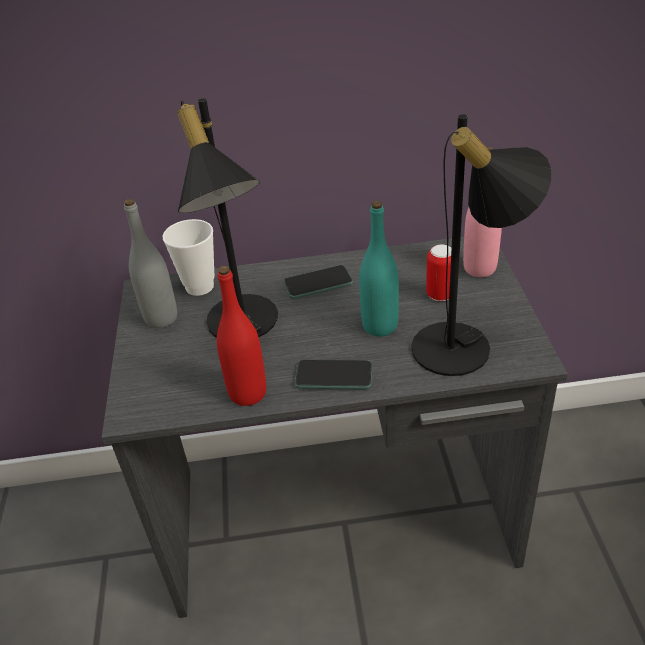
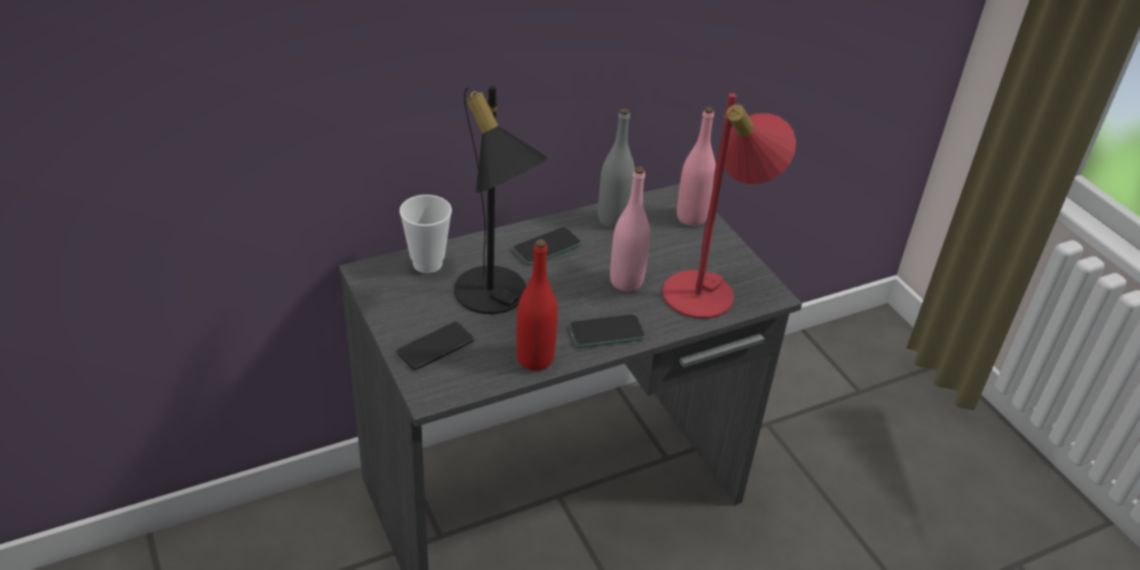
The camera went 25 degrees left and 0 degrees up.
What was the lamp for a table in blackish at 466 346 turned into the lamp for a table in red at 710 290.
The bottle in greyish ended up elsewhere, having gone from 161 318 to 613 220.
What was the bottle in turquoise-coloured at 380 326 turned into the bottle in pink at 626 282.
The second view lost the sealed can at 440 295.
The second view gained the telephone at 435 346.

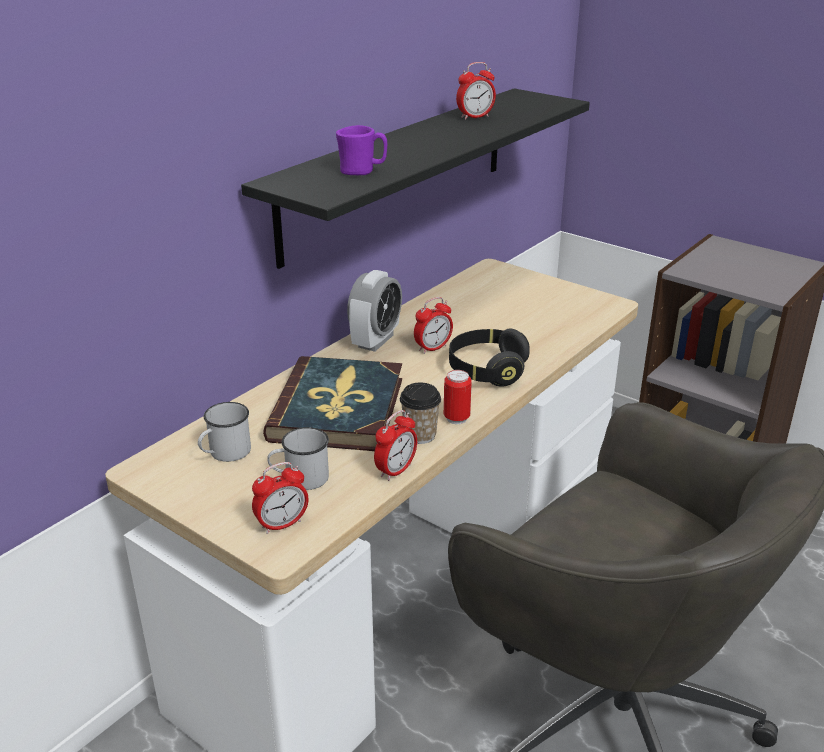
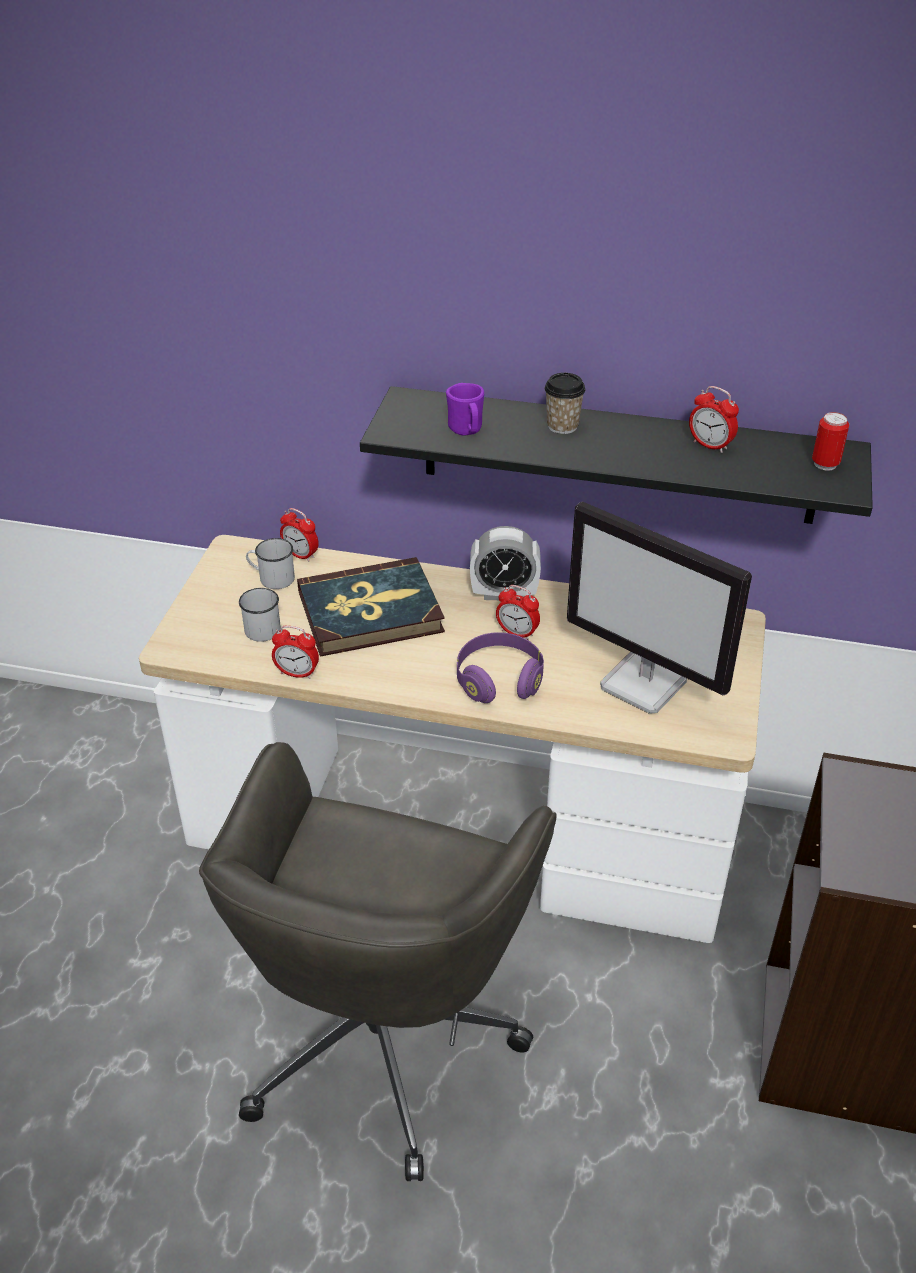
The camera went 65 degrees right and 10 degrees up.
What was the headset in blackish at 487 370 turned into the headset in purplish at 499 680.
The sealed can ended up elsewhere, having gone from 456 418 to 825 464.
The drinking cup ended up elsewhere, having gone from 420 435 to 562 426.
The table clock ended up elsewhere, having gone from 282 524 to 301 555.
The second view gained the computer screen at 645 684.

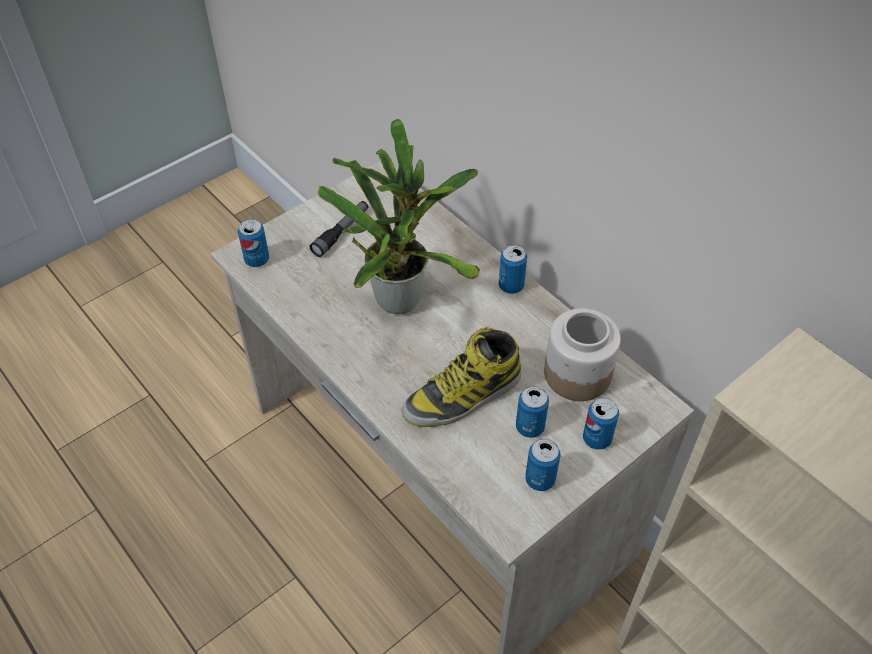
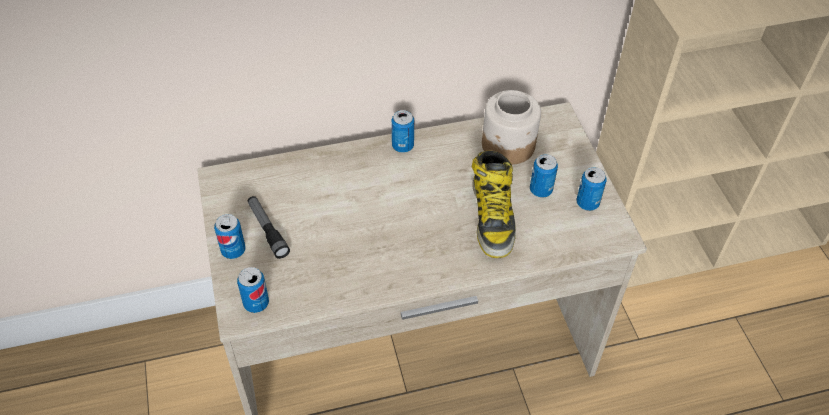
The camera went 65 degrees left and 0 degrees up.
The second view lost the plant in a pot at 400 294.
The sealed can ended up elsewhere, having gone from 597 438 to 233 250.

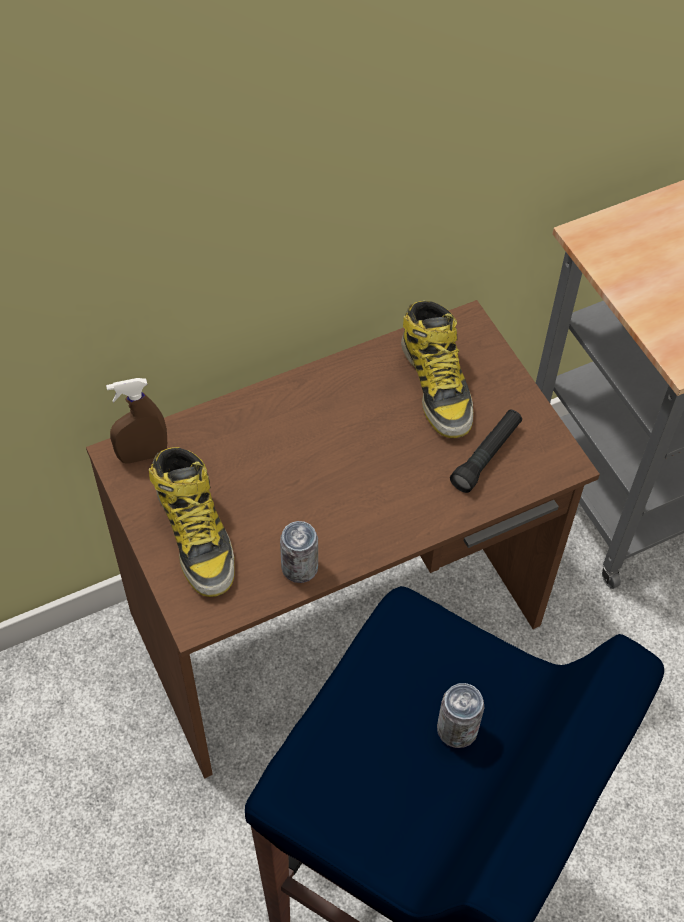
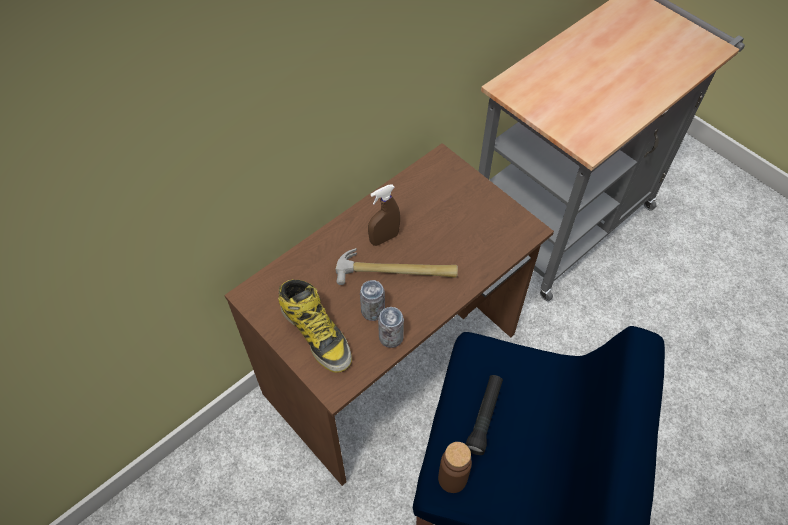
The camera went 15 degrees left and 0 degrees up.
The second view lost the high-top boot at 437 385.
The sprayer in brownish ended up elsewhere, having gone from 143 455 to 384 238.
The flashlight in blackish ended up elsewhere, having gone from 486 456 to 484 417.
The sealed can ended up elsewhere, having gone from 457 729 to 373 311.
The second view gained the tool hammer at 396 272.
The second view gained the bottle in brownish at 452 478.

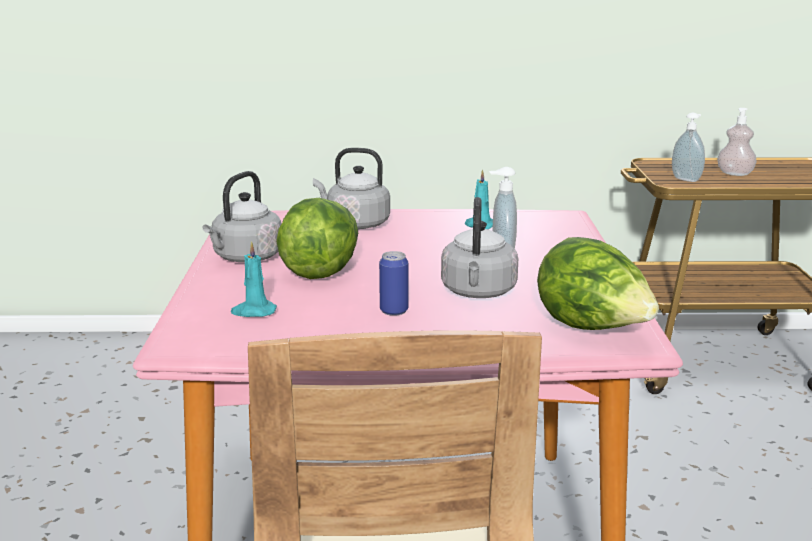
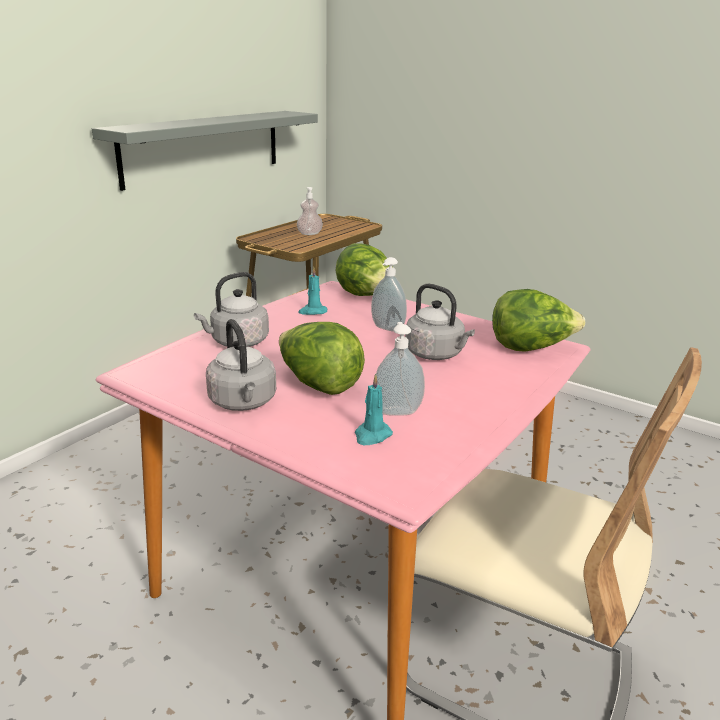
The camera went 55 degrees left and 5 degrees up.
The liquid soap bottle ended up elsewhere, having gone from 687 179 to 397 411.
The second view lost the sealed can at 394 311.
The second view gained the bracket shelf in greyish at 204 147.
The second view gained the lettuce at 366 296.

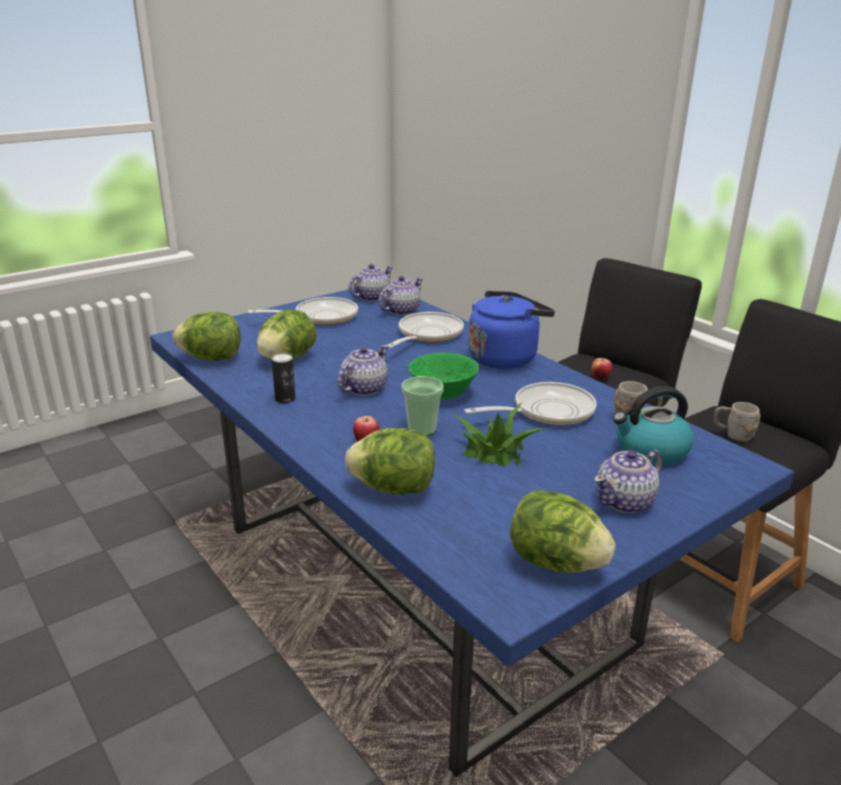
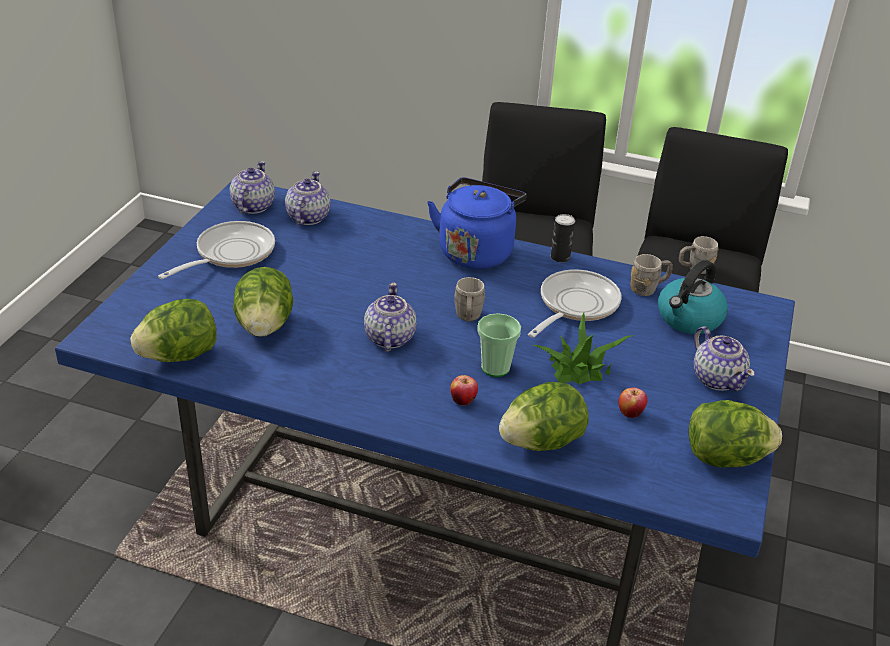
The camera went 35 degrees left and 10 degrees up.
The second view lost the pan at 427 335.
Where the bowl in green stood at 442 394, the coffee mug in greyish came to stand at 468 318.
The sealed can ended up elsewhere, having gone from 285 399 to 560 257.
The apple fruit ended up elsewhere, having gone from 600 377 to 630 413.
The teapot at 625 501 ended up facing another way, 45 degrees counterclockwise from before.

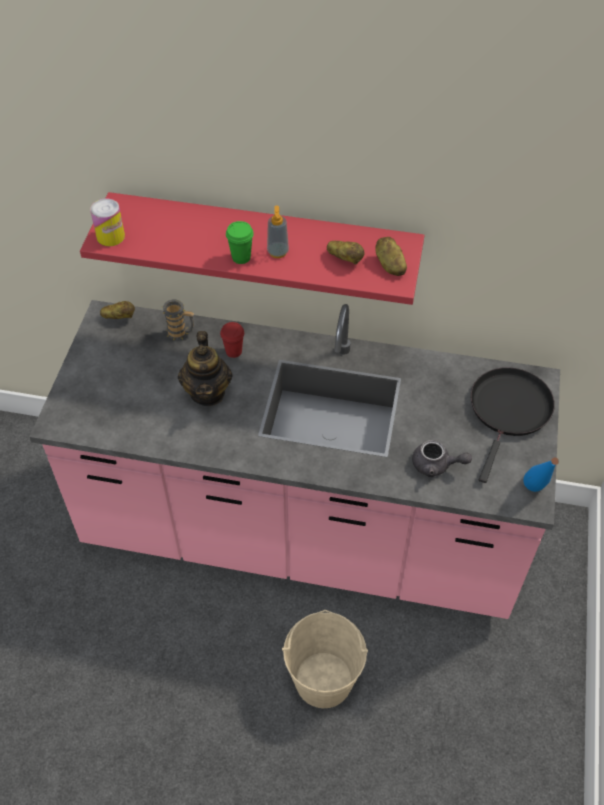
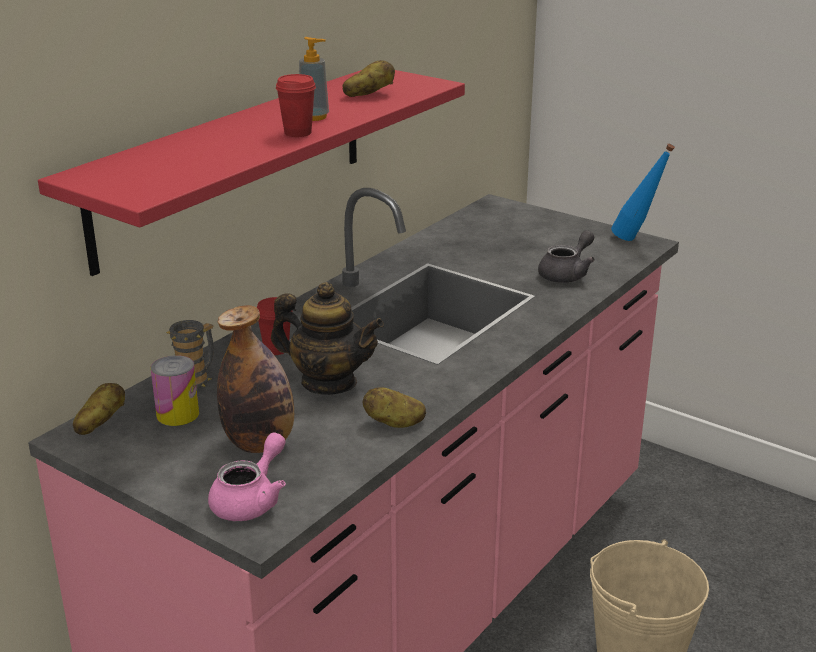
The camera went 65 degrees left and 25 degrees down.
The sealed can ended up elsewhere, having gone from 110 236 to 177 414.
What was the drinking cup in green at 241 257 turned into the drinking cup in red at 298 133.
The spud ended up elsewhere, having gone from 389 265 to 394 423.
The second view lost the pan in blackish at 509 411.
The second view gained the bottle at 260 443.
The second view gained the teapot in pink at 251 500.

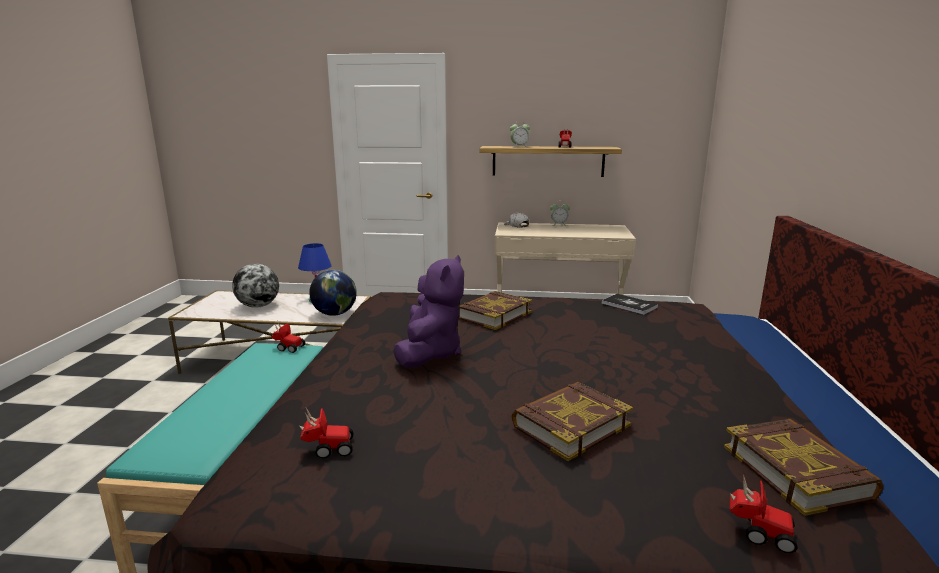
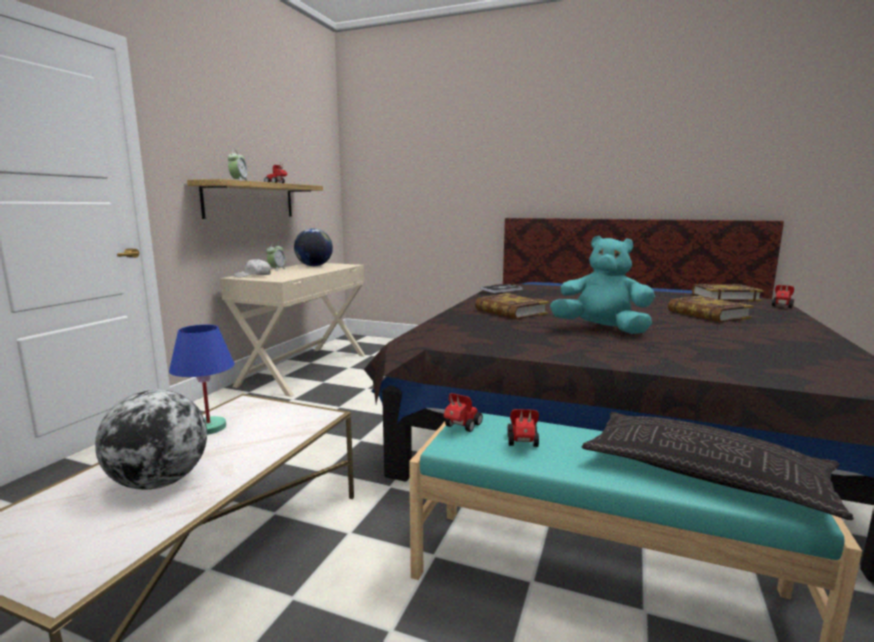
The camera went 75 degrees left and 5 degrees down.
What was the cuddly toy in purplish at 429 353 turned into the cuddly toy in turquoise-coloured at 601 329.
The world globe ended up elsewhere, having gone from 334 314 to 314 266.
The model car ended up elsewhere, having gone from 327 449 to 523 444.
The second view gained the throw pillow at 704 473.

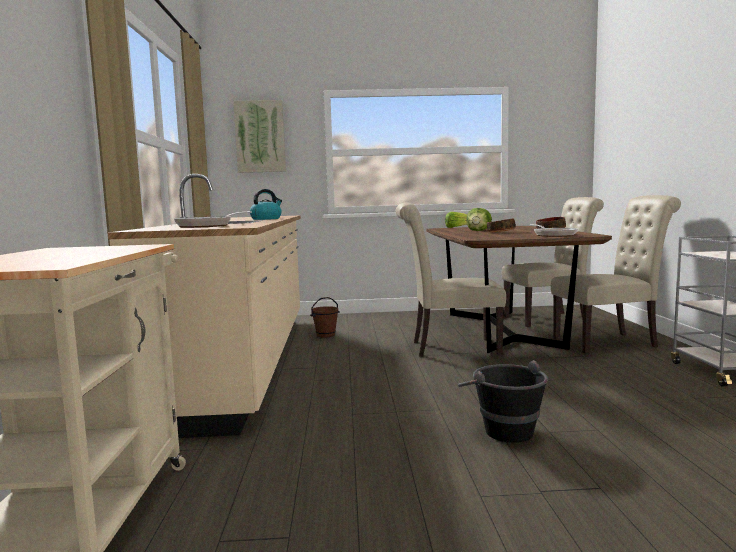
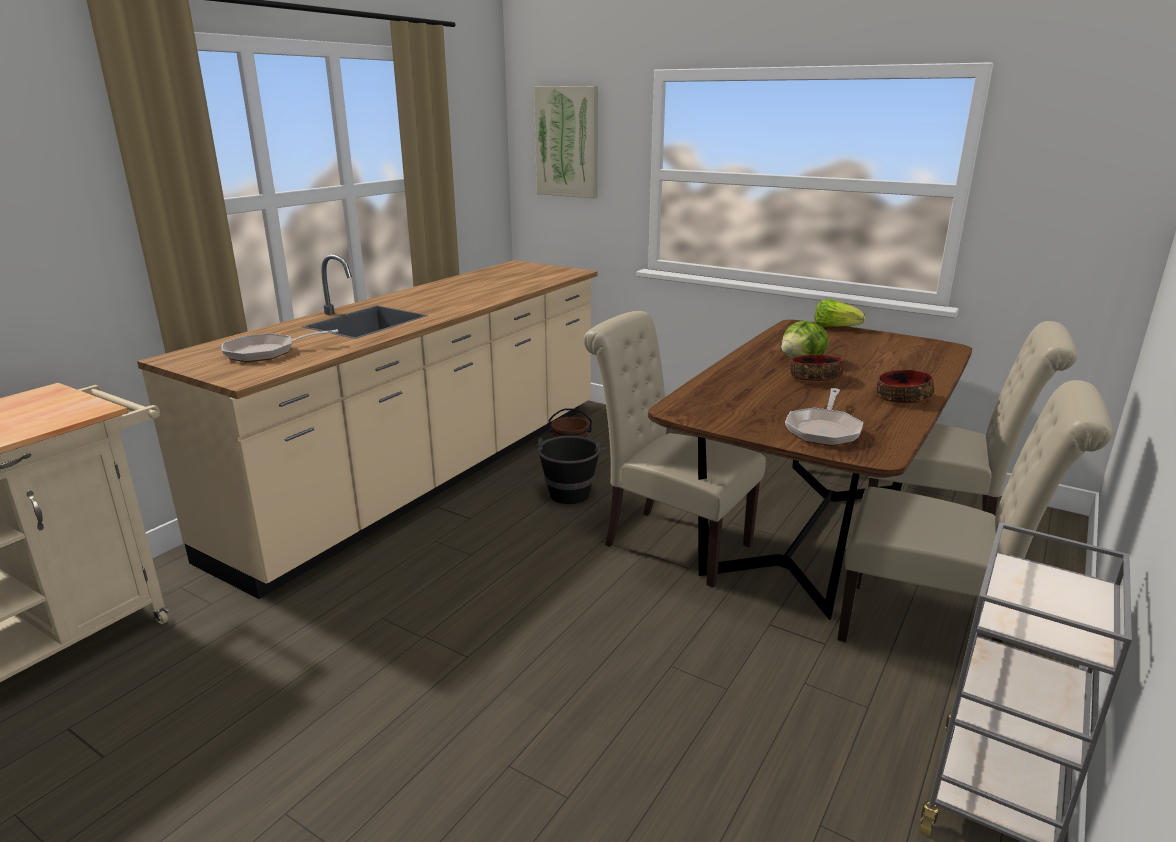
The camera went 35 degrees right and 15 degrees up.
The second view lost the water kettle at 266 219.
The pail in blackish ended up elsewhere, having gone from 501 428 to 570 490.

